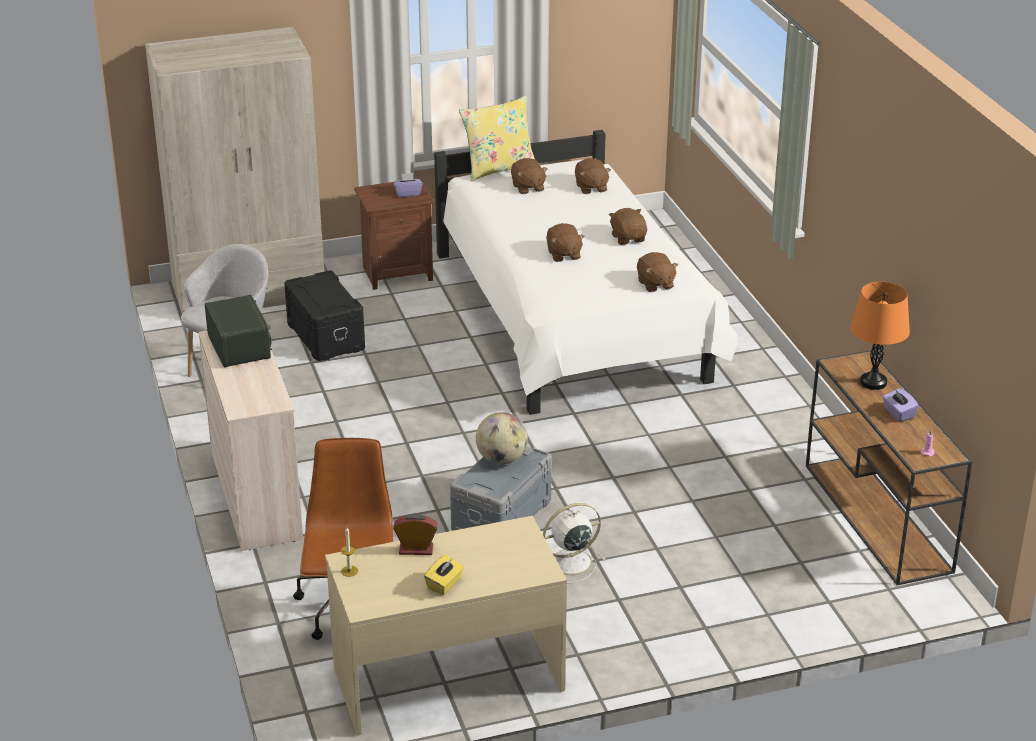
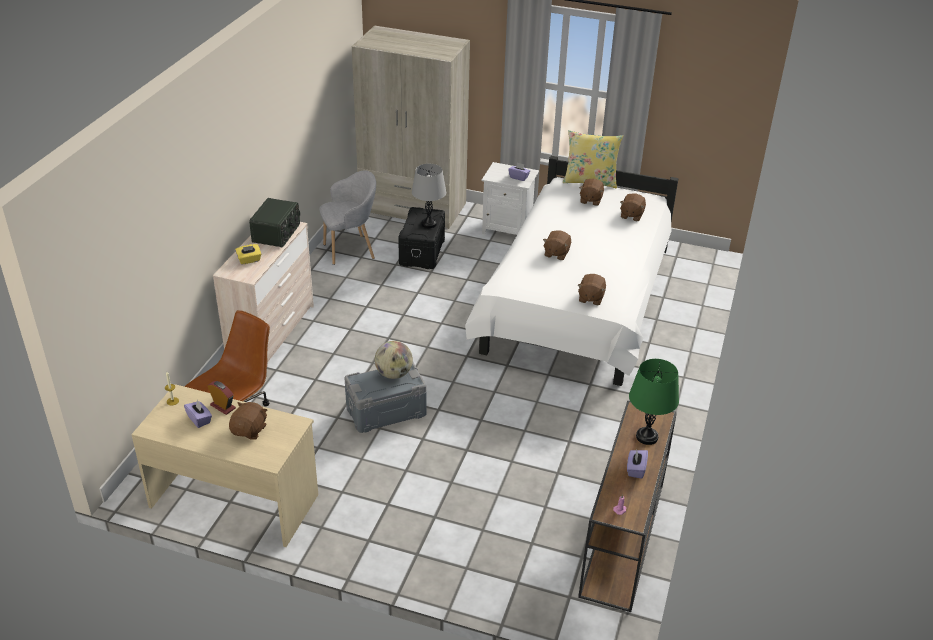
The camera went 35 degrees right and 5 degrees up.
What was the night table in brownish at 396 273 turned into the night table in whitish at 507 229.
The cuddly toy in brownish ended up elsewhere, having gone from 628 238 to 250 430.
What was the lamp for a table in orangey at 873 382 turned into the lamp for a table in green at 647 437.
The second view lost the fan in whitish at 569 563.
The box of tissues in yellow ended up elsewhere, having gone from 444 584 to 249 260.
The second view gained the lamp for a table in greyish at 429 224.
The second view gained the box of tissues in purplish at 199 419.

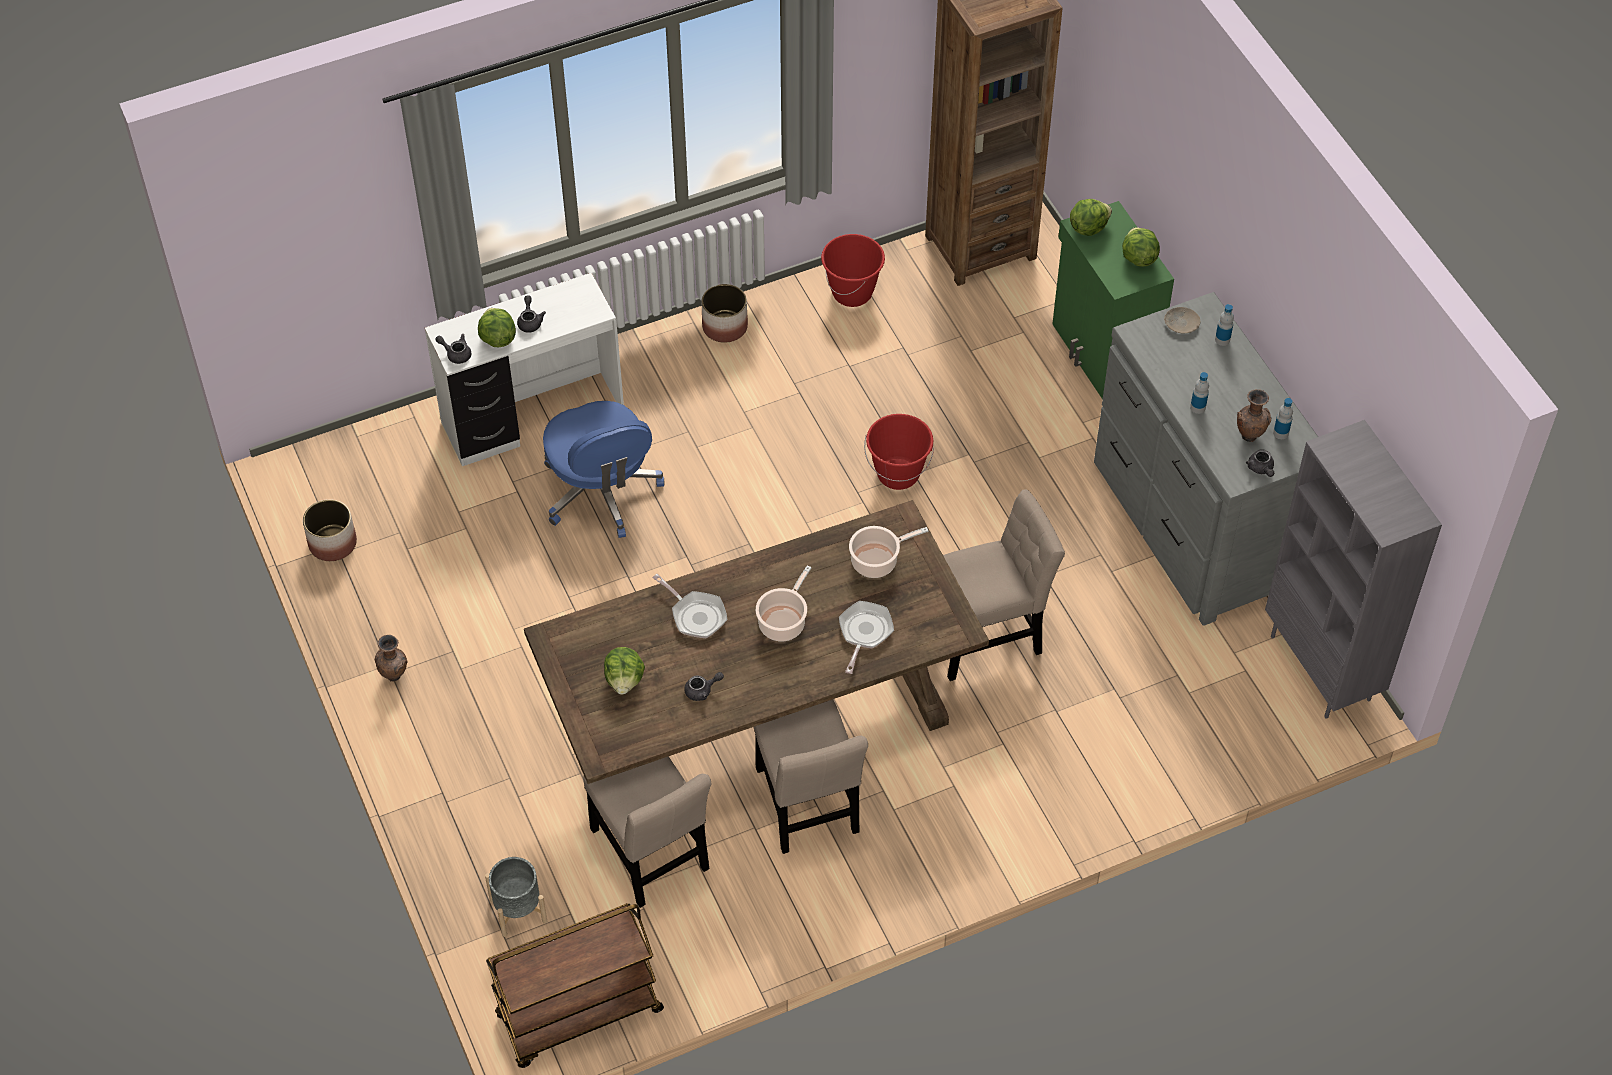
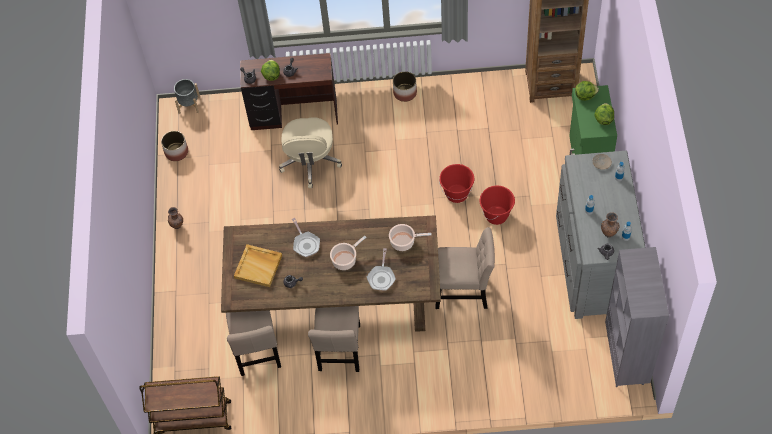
The camera went 25 degrees right and 5 degrees up.
The pail in red ended up elsewhere, having gone from 852 292 to 496 215.
What was the desk unit in whitish at 534 419 turned into the desk unit in brownish at 294 115.
What was the computer chair in bluish at 602 492 turned into the computer chair in sand-coloured at 310 162.
The pan at 864 633 ended up facing another way, 150 degrees clockwise from before.
Where the lettuce stood at 625 680, the serving tray in sand-coloured came to stand at 259 266.
The flower pot in greyish ended up elsewhere, having gone from 518 910 to 189 105.

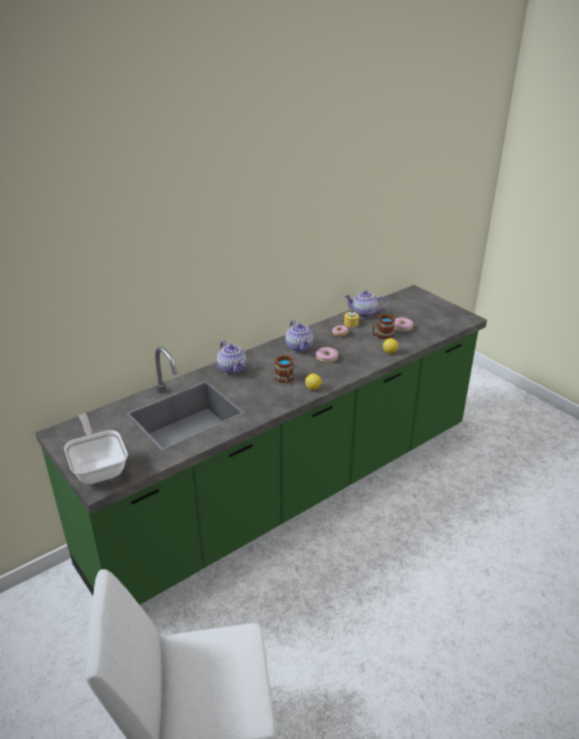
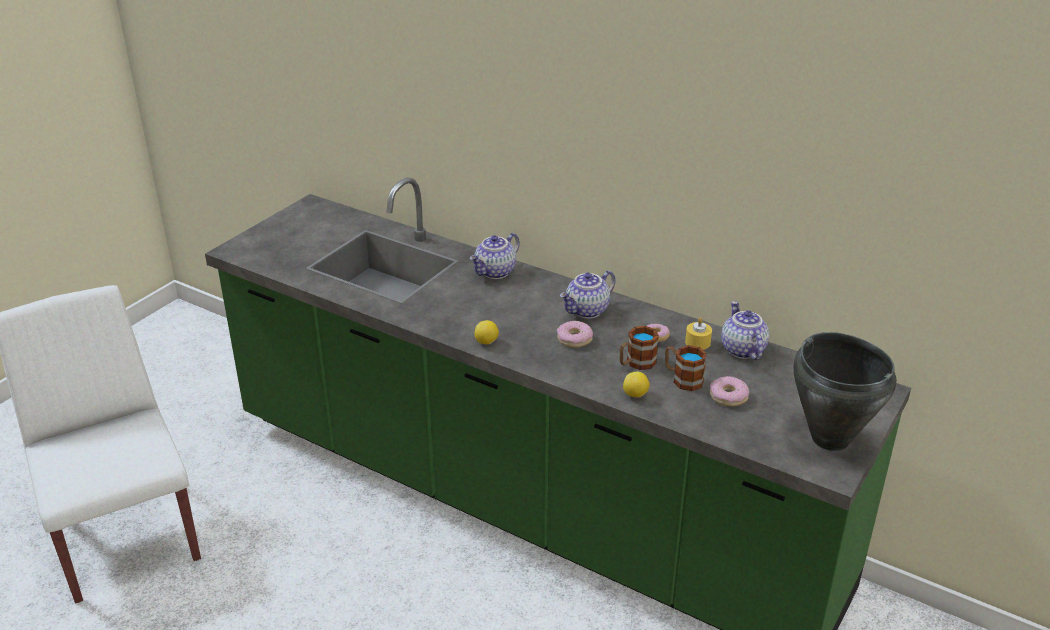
The camera went 70 degrees right and 0 degrees up.
The coffee mug ended up elsewhere, having gone from 285 380 to 636 363.
The second view lost the pan at 99 467.
The second view gained the saucepot in blackish at 830 438.

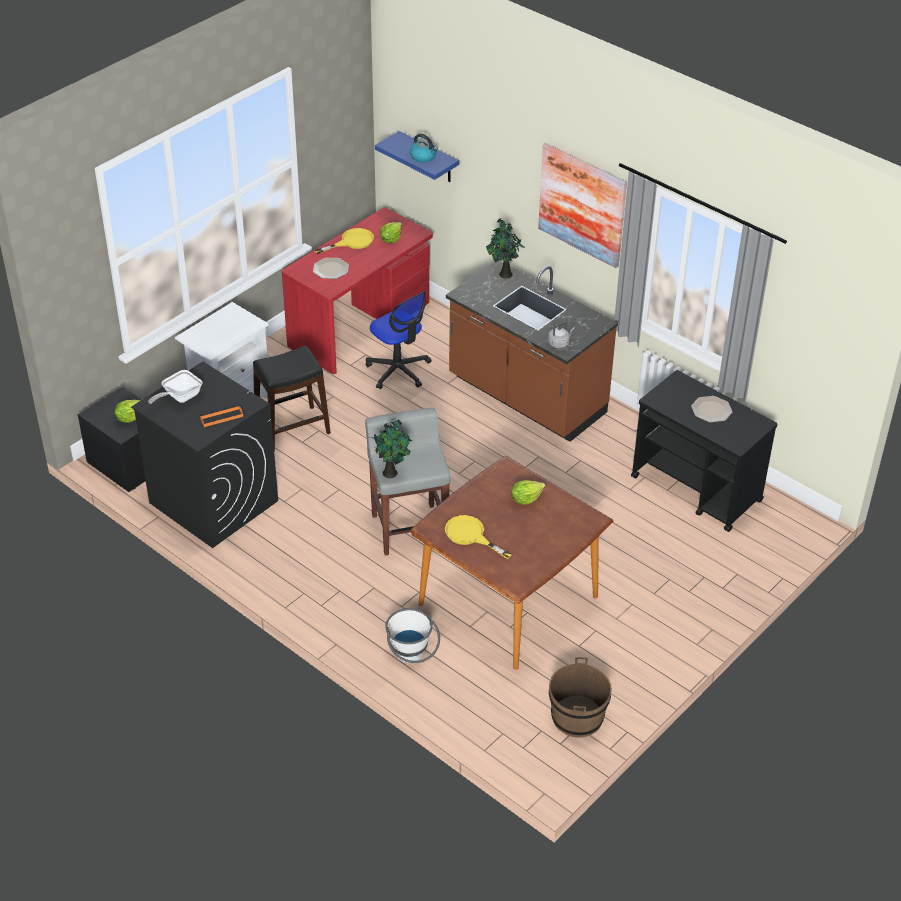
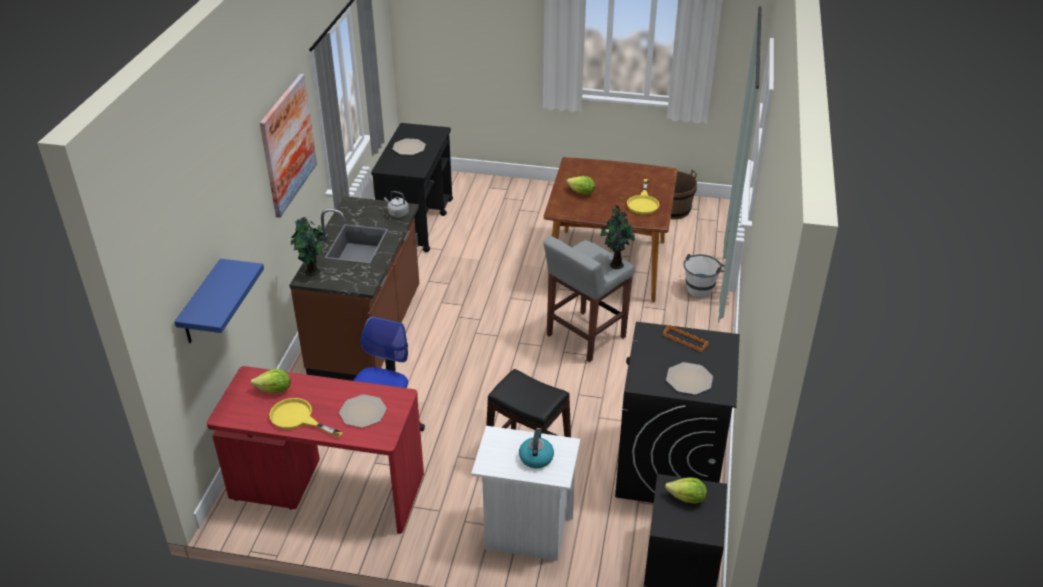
The camera went 120 degrees left and 5 degrees down.
The water kettle ended up elsewhere, having gone from 423 157 to 536 457.
Where the pan stood at 179 397, the dinner plate came to stand at 689 379.

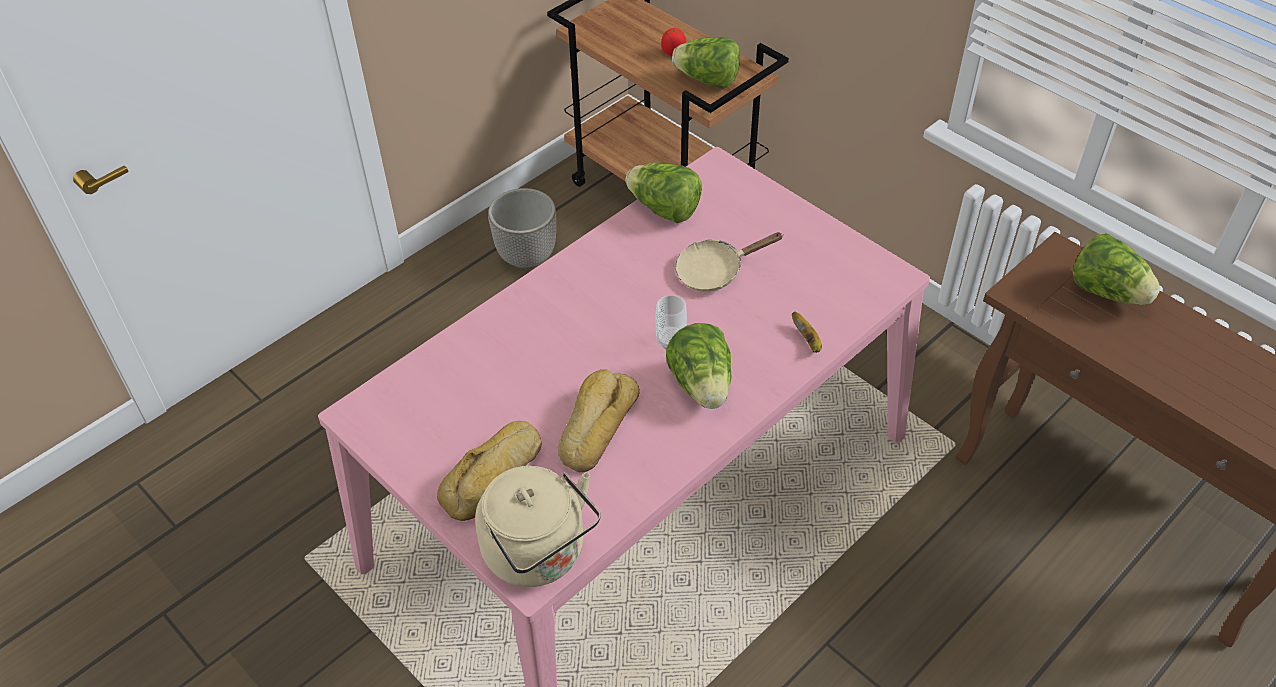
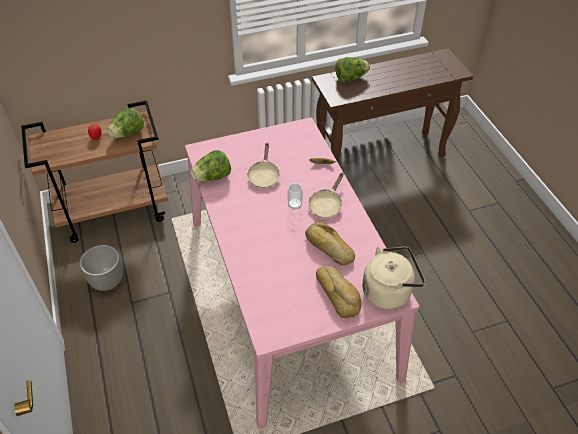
The camera went 65 degrees left and 0 degrees up.
Where the lettuce stood at 702 385, the pan in sand-coloured came to stand at 326 205.

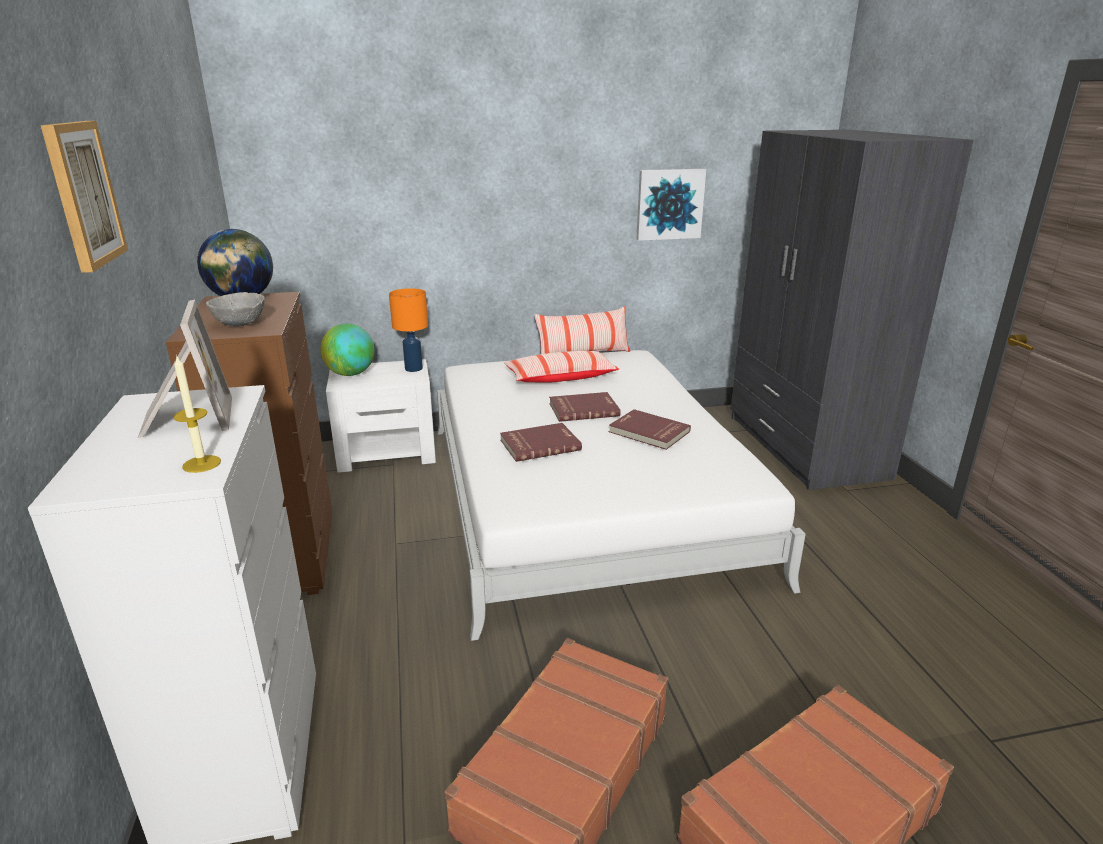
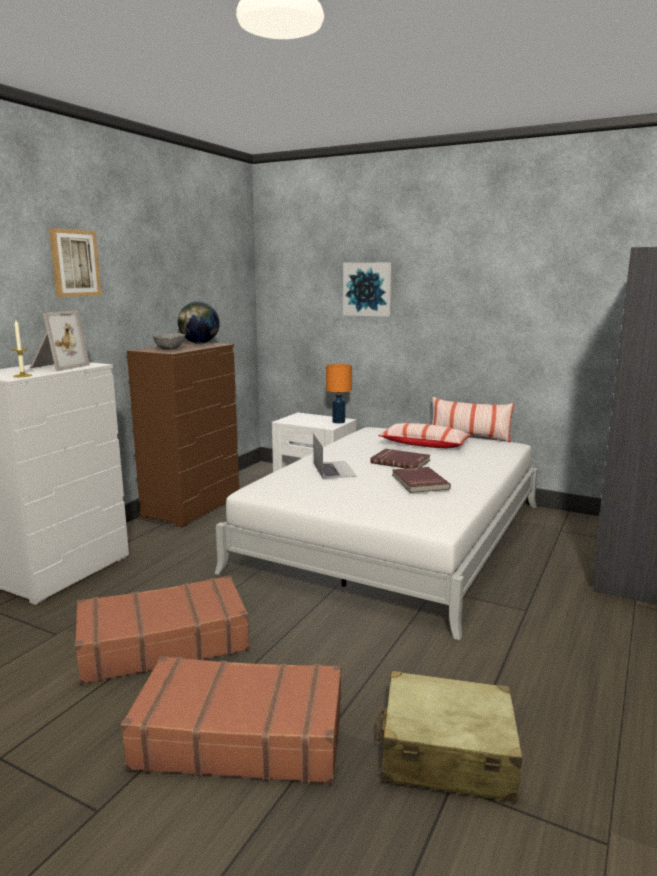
The camera went 40 degrees right and 10 degrees down.
The wall art ended up elsewhere, having gone from 669 204 to 368 289.
The second view lost the world globe at 350 374.
Where the volume in red stood at 539 444, the notebook computer came to stand at 334 469.
The second view gained the suitcase in sand-coloured at 446 754.

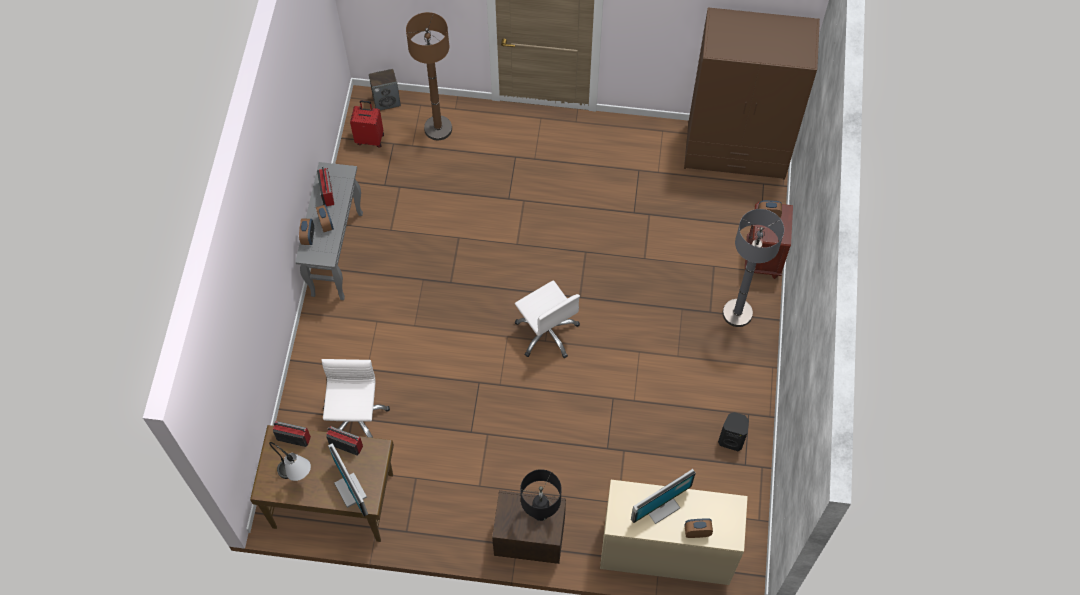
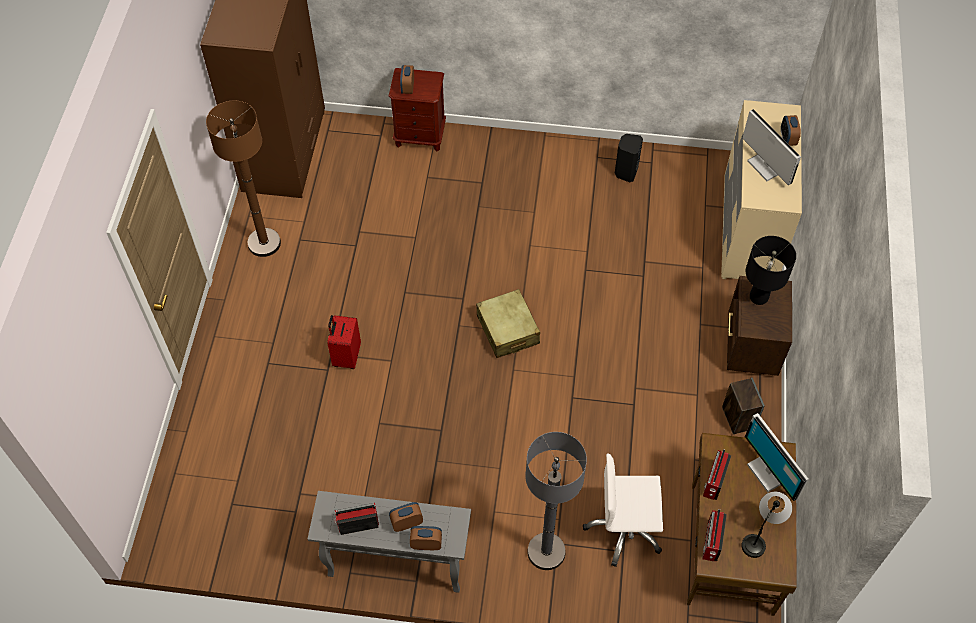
The camera went 90 degrees left and 5 degrees down.
The floor lamp in brownish ended up elsewhere, having gone from 438 128 to 264 243.
The speaker ended up elsewhere, having gone from 386 101 to 737 418.
The suitcase in red ended up elsewhere, having gone from 370 138 to 346 356.
The floor lamp in greyish ended up elsewhere, having gone from 737 313 to 546 551.
Where the computer chair in whitish stood at 547 332, the suitcase in sand-coloured came to stand at 507 330.
The computer screen at 352 489 ended up facing another way, 90 degrees clockwise from before.

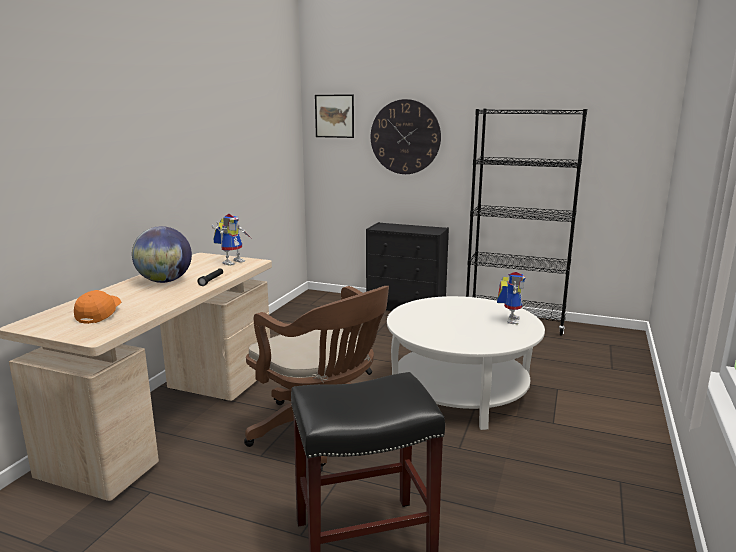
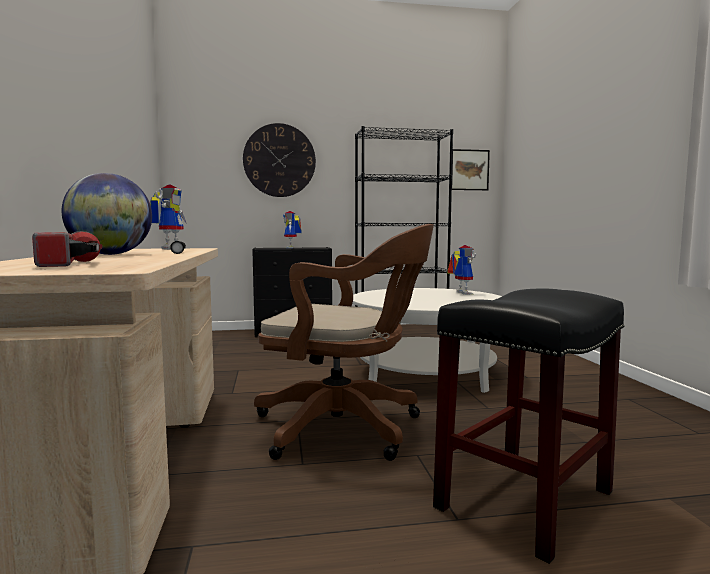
The camera went 30 degrees left and 10 degrees down.
The wall art ended up elsewhere, having gone from 334 116 to 469 170.
Where the cap in orangey stood at 99 314, the flashlight came to stand at 72 264.
The second view gained the model robot at 292 248.

